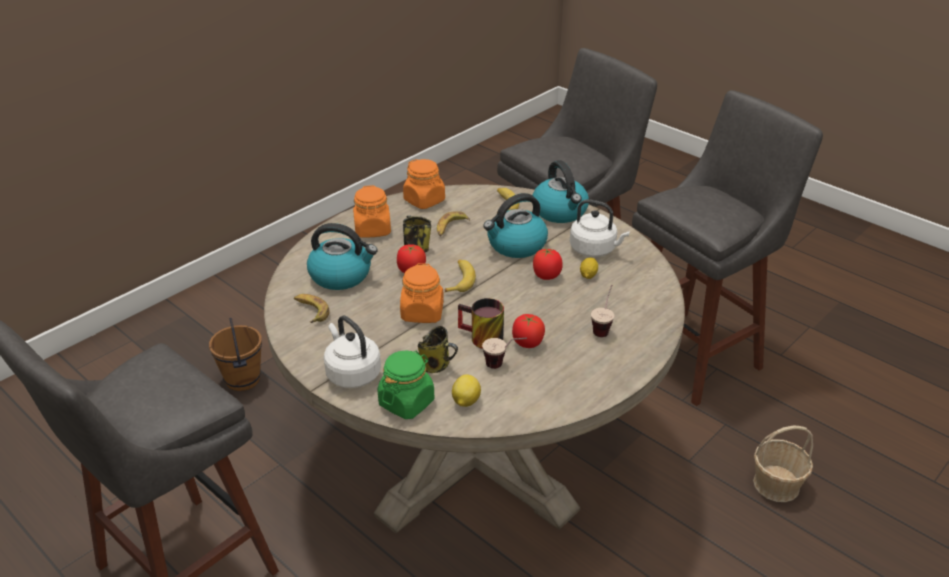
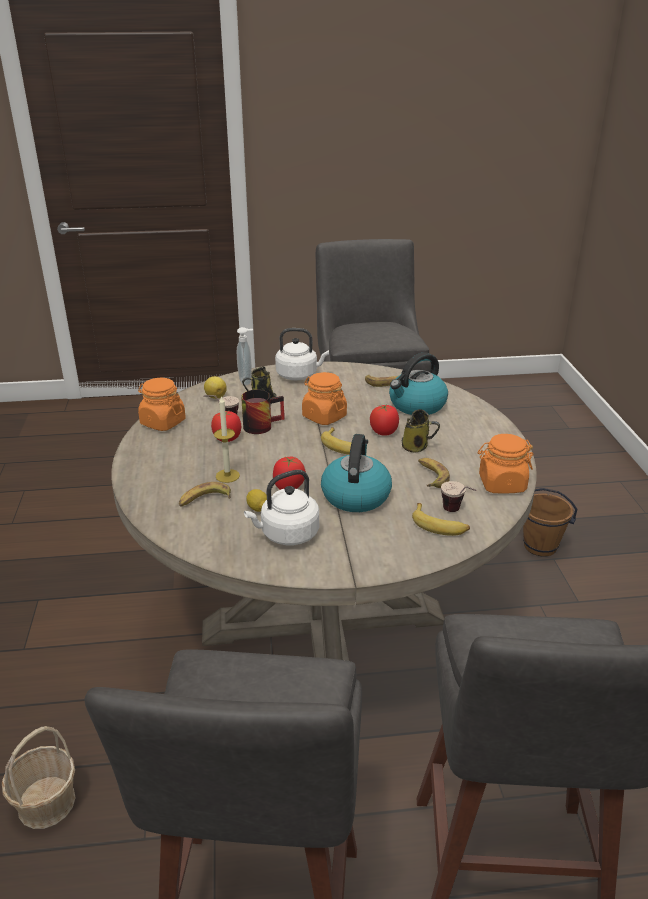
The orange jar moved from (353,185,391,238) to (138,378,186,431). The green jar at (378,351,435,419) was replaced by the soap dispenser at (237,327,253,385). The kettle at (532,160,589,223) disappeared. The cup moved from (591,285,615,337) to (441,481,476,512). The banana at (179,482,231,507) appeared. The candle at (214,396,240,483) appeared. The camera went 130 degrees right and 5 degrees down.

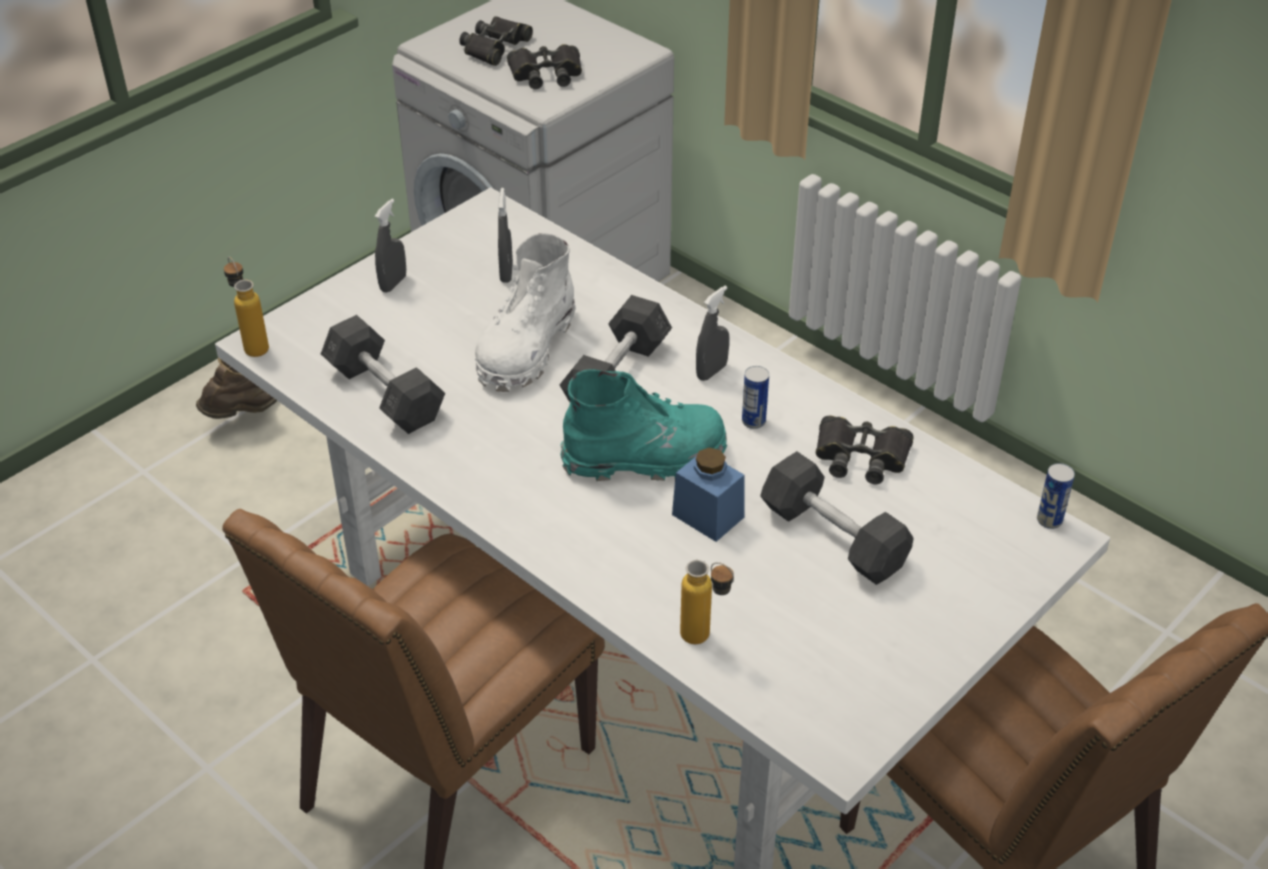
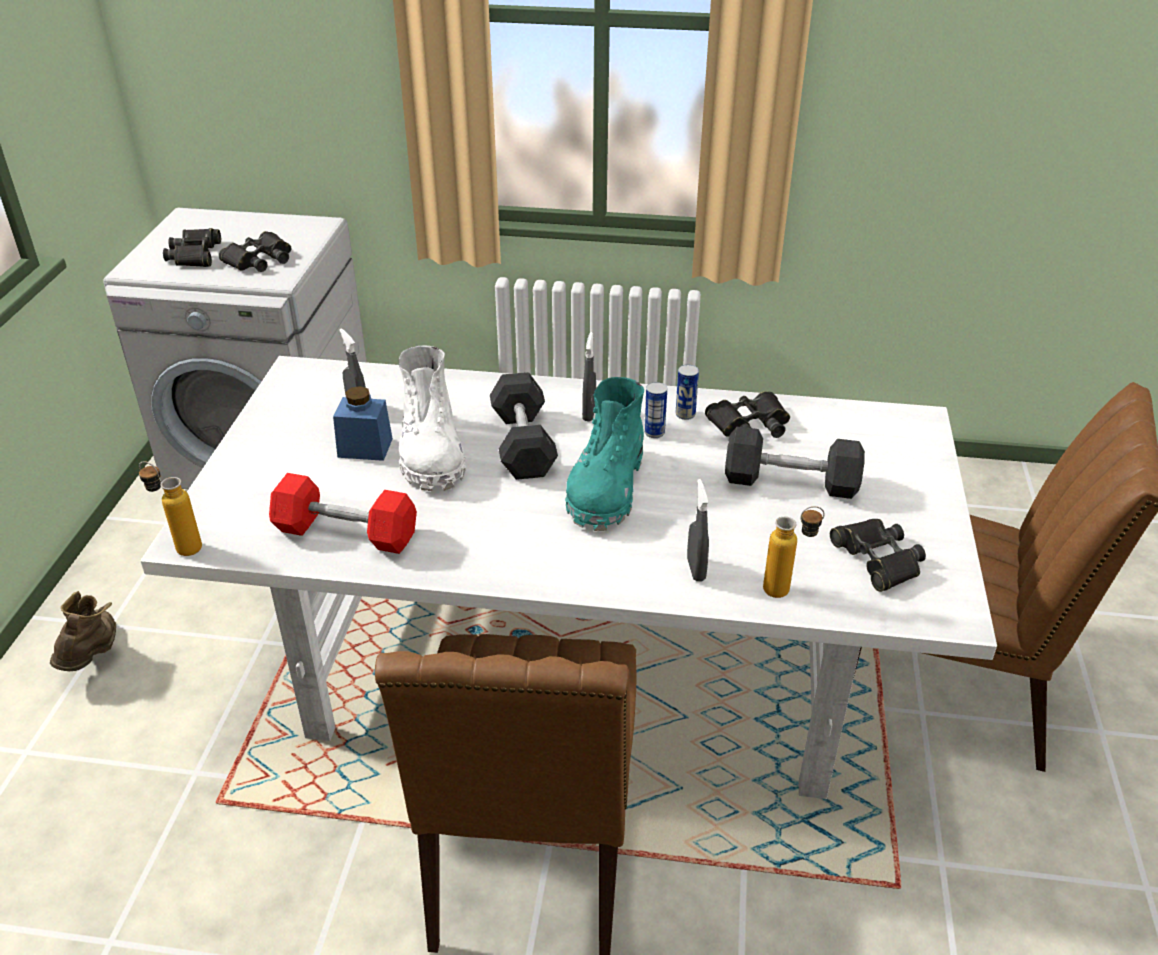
The grey dumbbell at (321,315,445,434) became the red dumbbell at (269,473,417,554). The grey spray bottle moved from (375,199,406,293) to (687,479,709,582). The turquoise boot at (560,369,727,481) turned 150 degrees clockwise. The blue jar moved from (672,447,745,542) to (333,386,393,461). The can moved from (1037,463,1075,529) to (675,364,699,420). The black binoculars at (830,519,926,592) appeared. The camera went 35 degrees left and 5 degrees down.

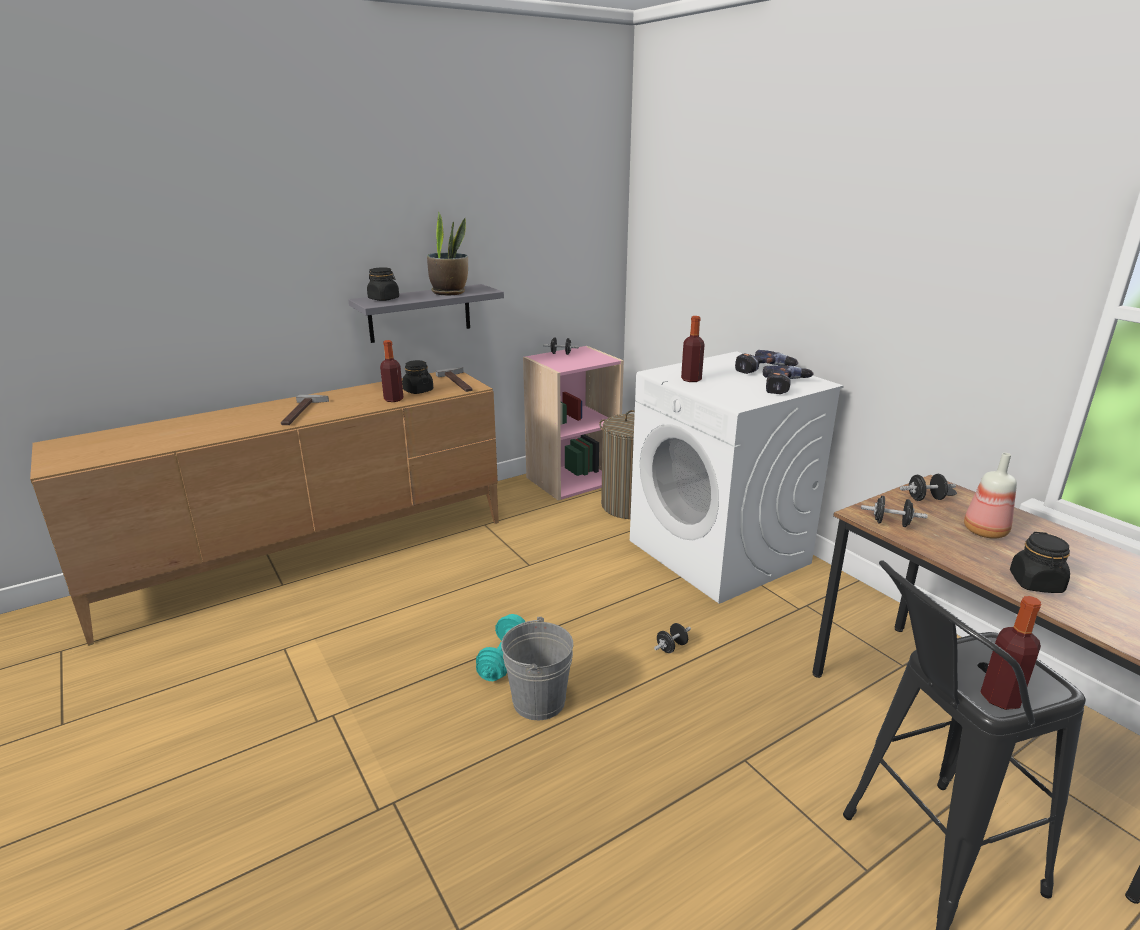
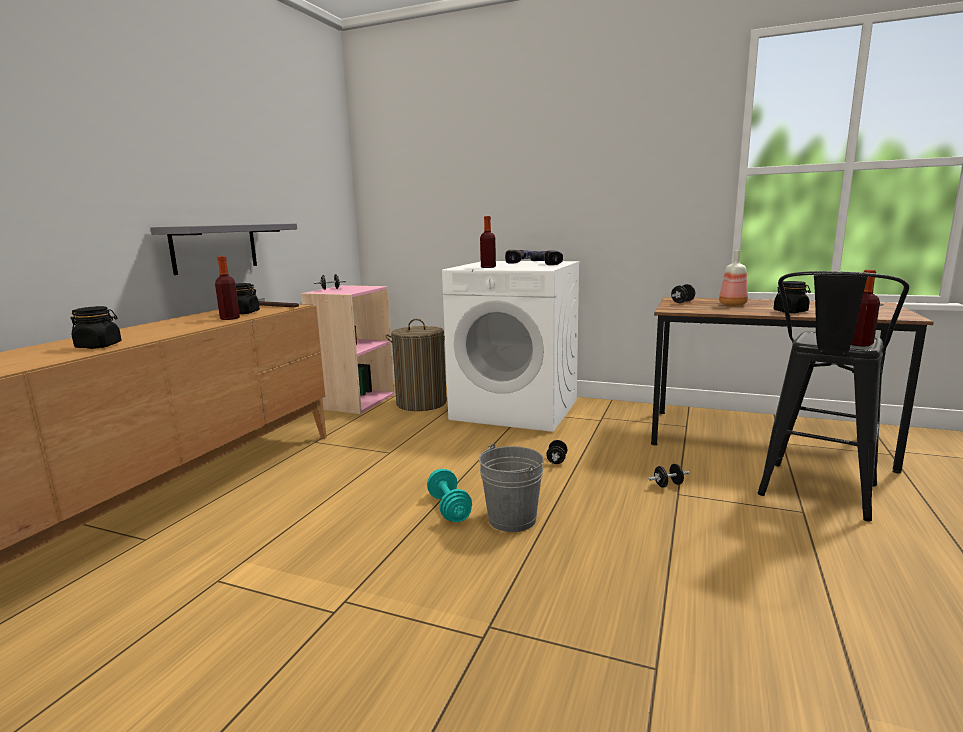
The hammer at (281,395,329,425) disappeared. The black jar moved from (367,268,399,301) to (71,306,121,349). The potted plant at (427,211,468,295) disappeared. The black dumbbell moved from (861,496,928,527) to (648,464,690,488). The camera went 35 degrees left and 10 degrees down.

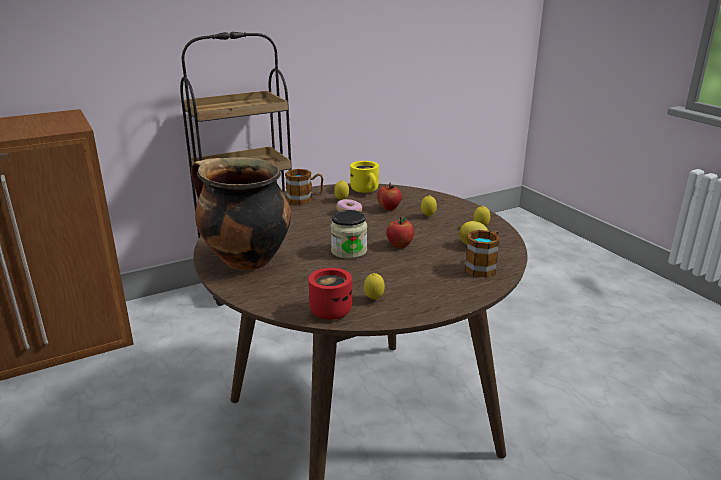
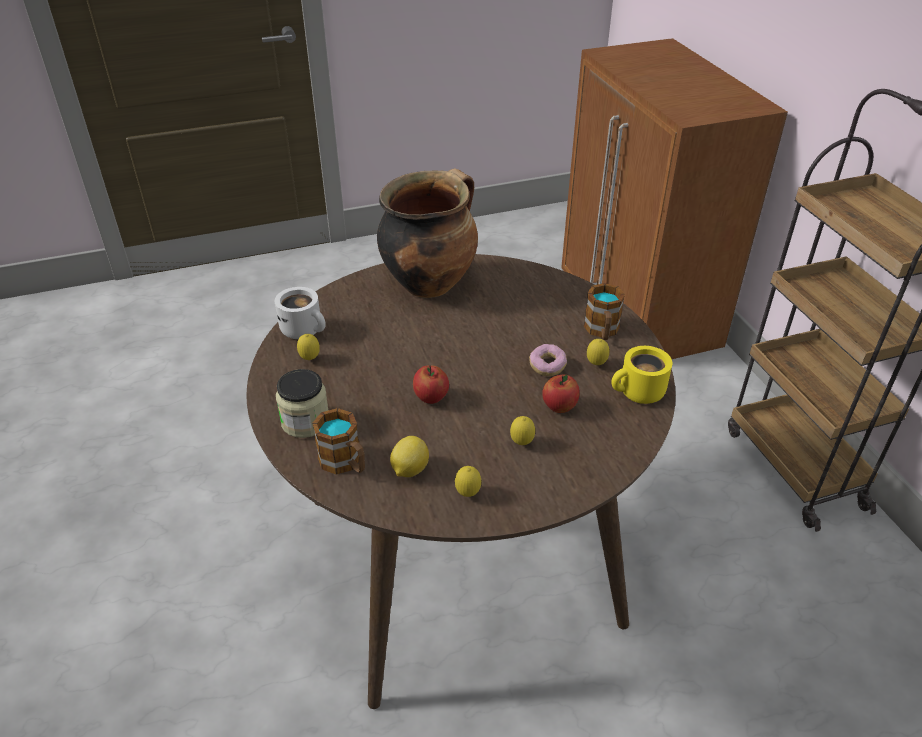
The red mug at (308,268,352,320) became the white mug at (275,287,326,339). The jar moved from (331,210,367,259) to (276,369,328,438). The camera went 100 degrees right and 15 degrees up.

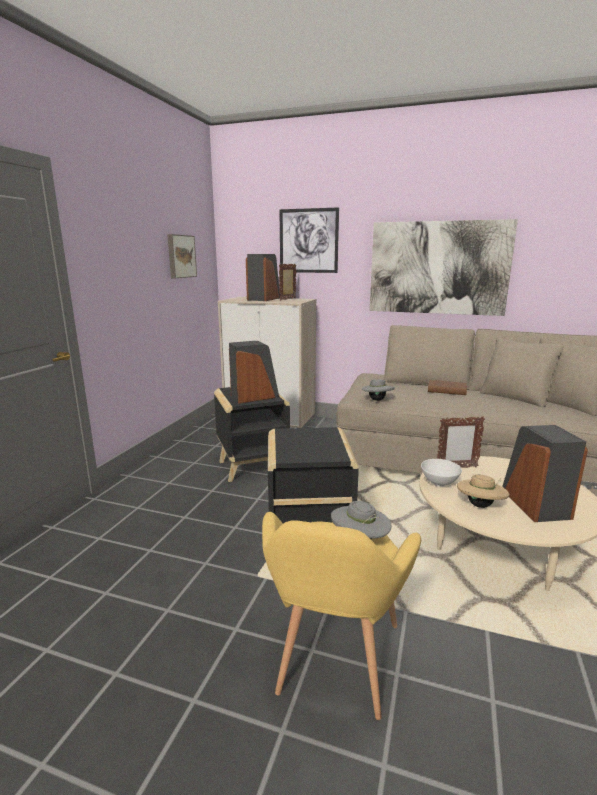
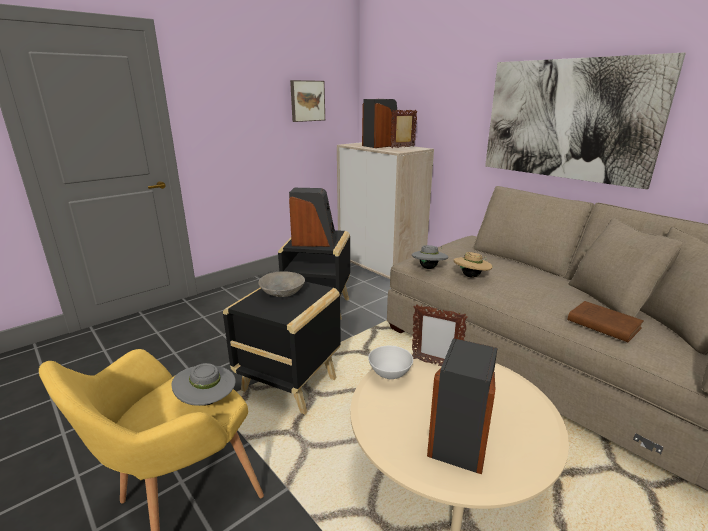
The picture at (280,207,339,273) disappeared. The brown book moved from (428,380,467,395) to (568,301,644,342). The beige hat moved from (457,474,509,508) to (453,252,493,278). The grey bowl at (258,271,305,297) appeared. The camera went 30 degrees right and 5 degrees up.

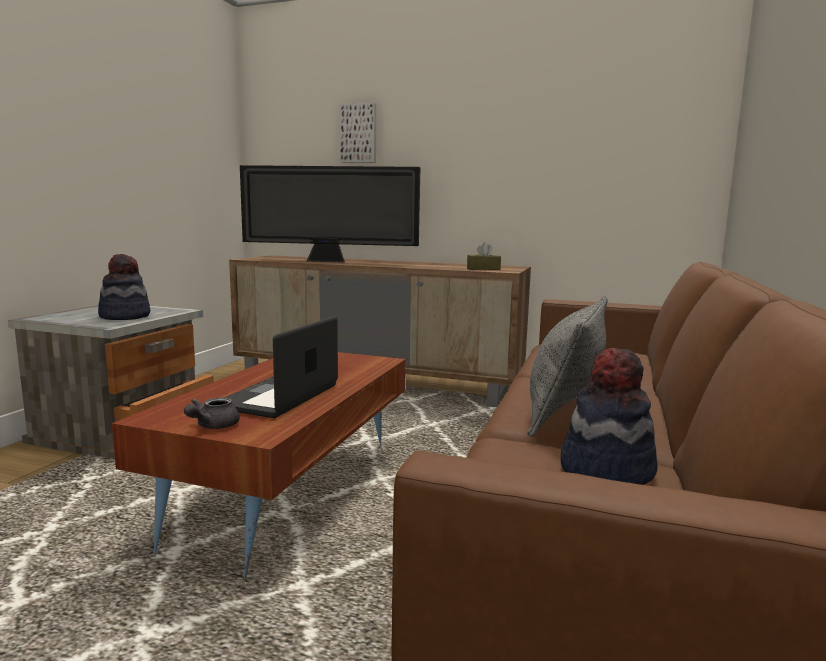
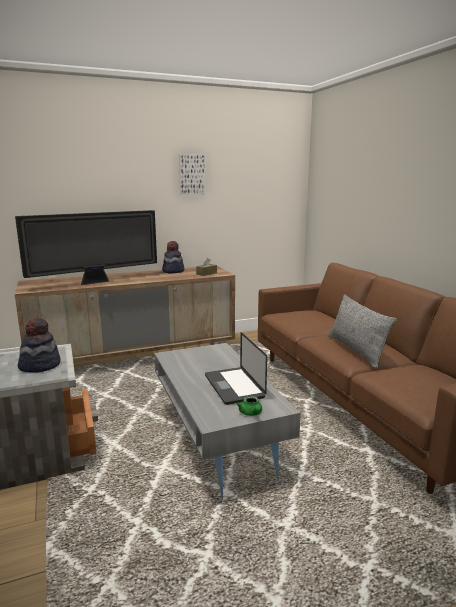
The brown coffee table at (112,352,406,580) became the grey coffee table at (154,343,301,500). The grey teapot at (184,397,240,429) became the green teapot at (236,396,262,416). The picture moved from (340,102,376,163) to (179,154,206,195). The hat moved from (561,348,658,485) to (162,241,184,273). The camera went 40 degrees left and 5 degrees up.

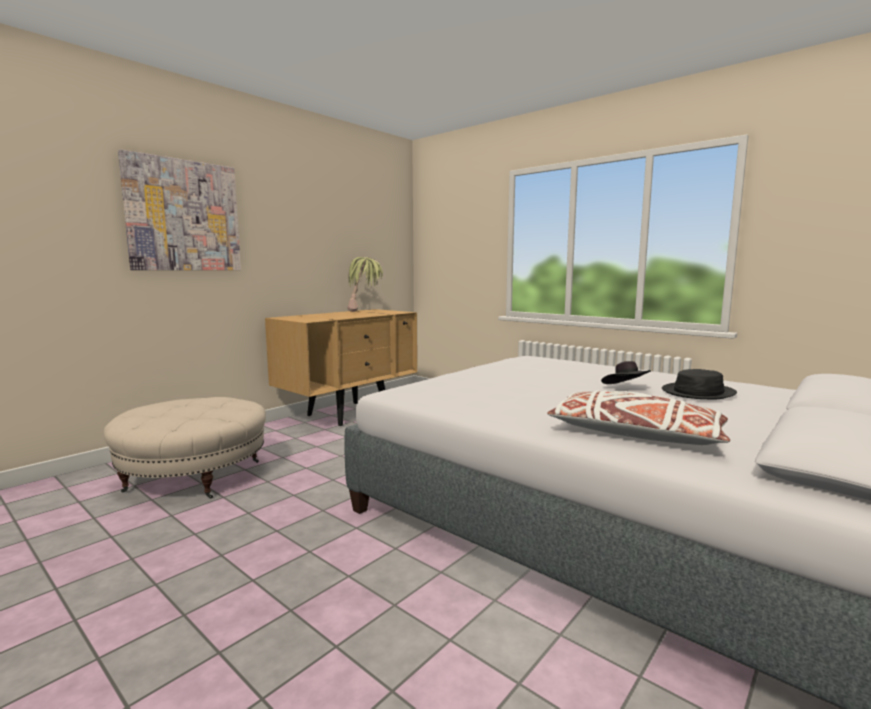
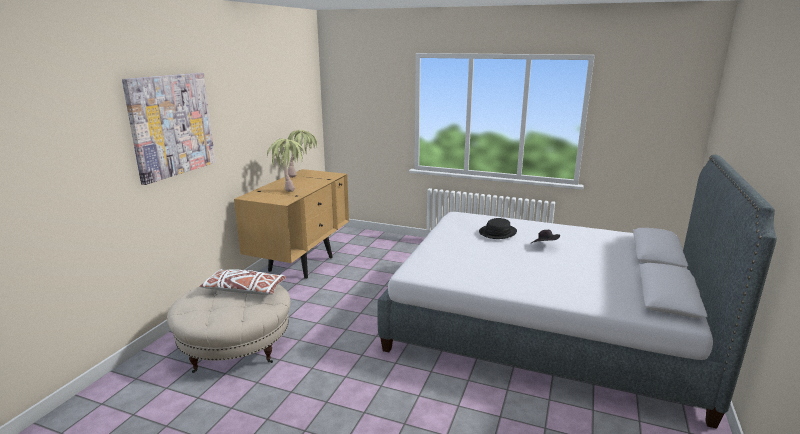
The white pillow moved from (547,391,730,445) to (199,269,286,295). The black hat moved from (662,369,737,399) to (479,218,517,239). The potted plant at (267,138,305,192) appeared. The camera went 20 degrees left and 10 degrees up.

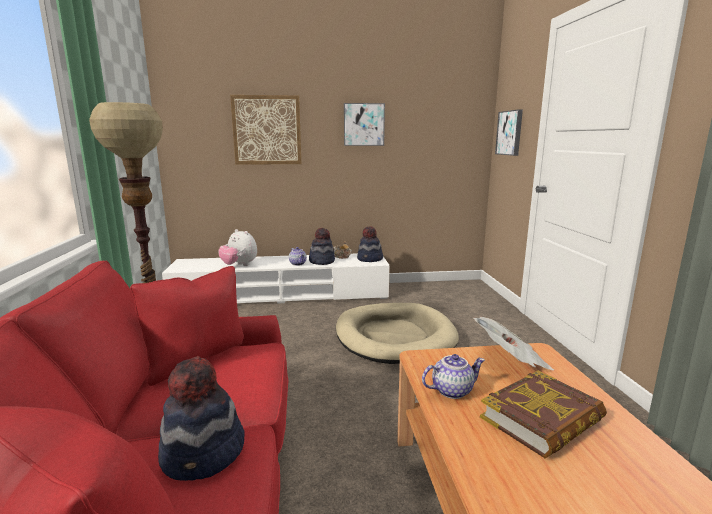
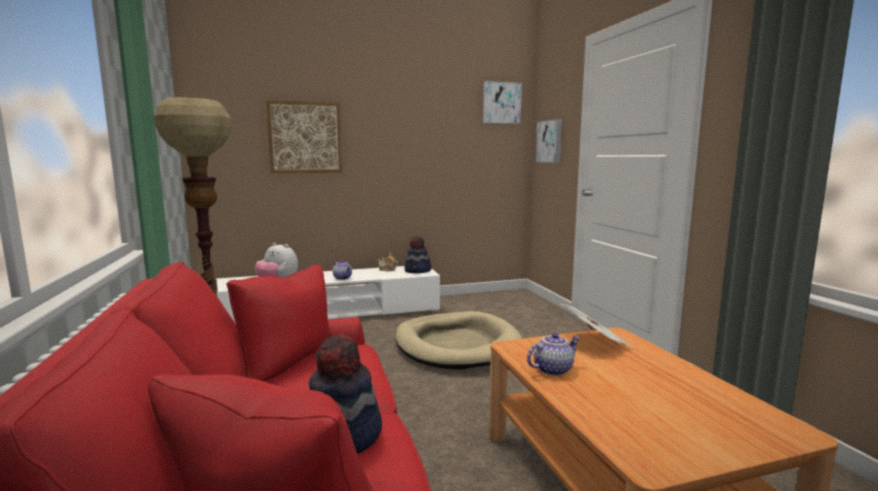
The hat at (309,228,335,265) disappeared. The picture moved from (344,103,385,146) to (483,81,522,124). The book at (480,371,607,459) disappeared. The camera went 10 degrees left and 5 degrees down.

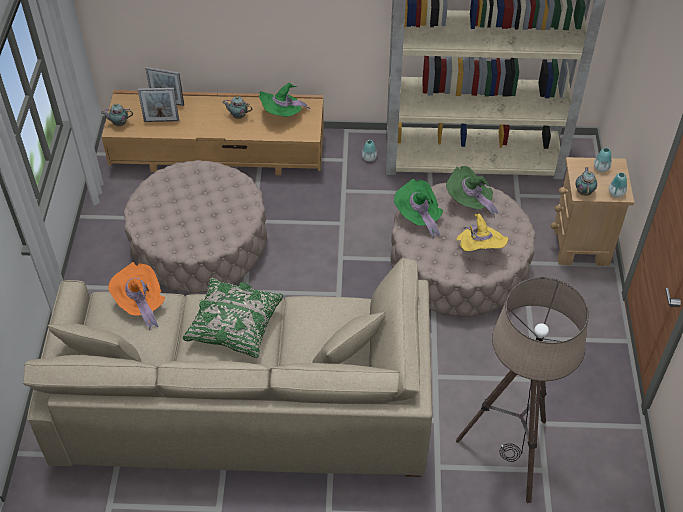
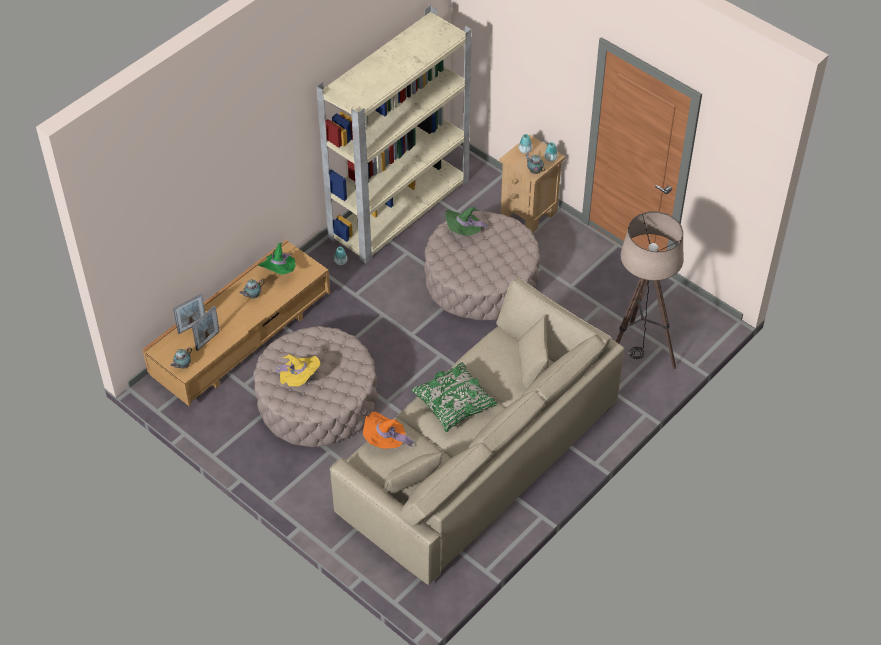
The green hat at (394,179,443,239) disappeared. The yellow hat moved from (456,213,508,251) to (273,354,320,387). The camera went 50 degrees left and 0 degrees up.

